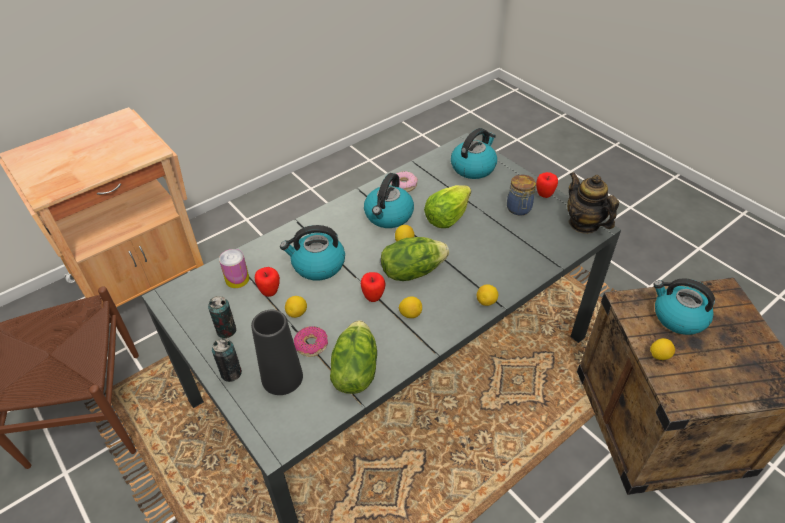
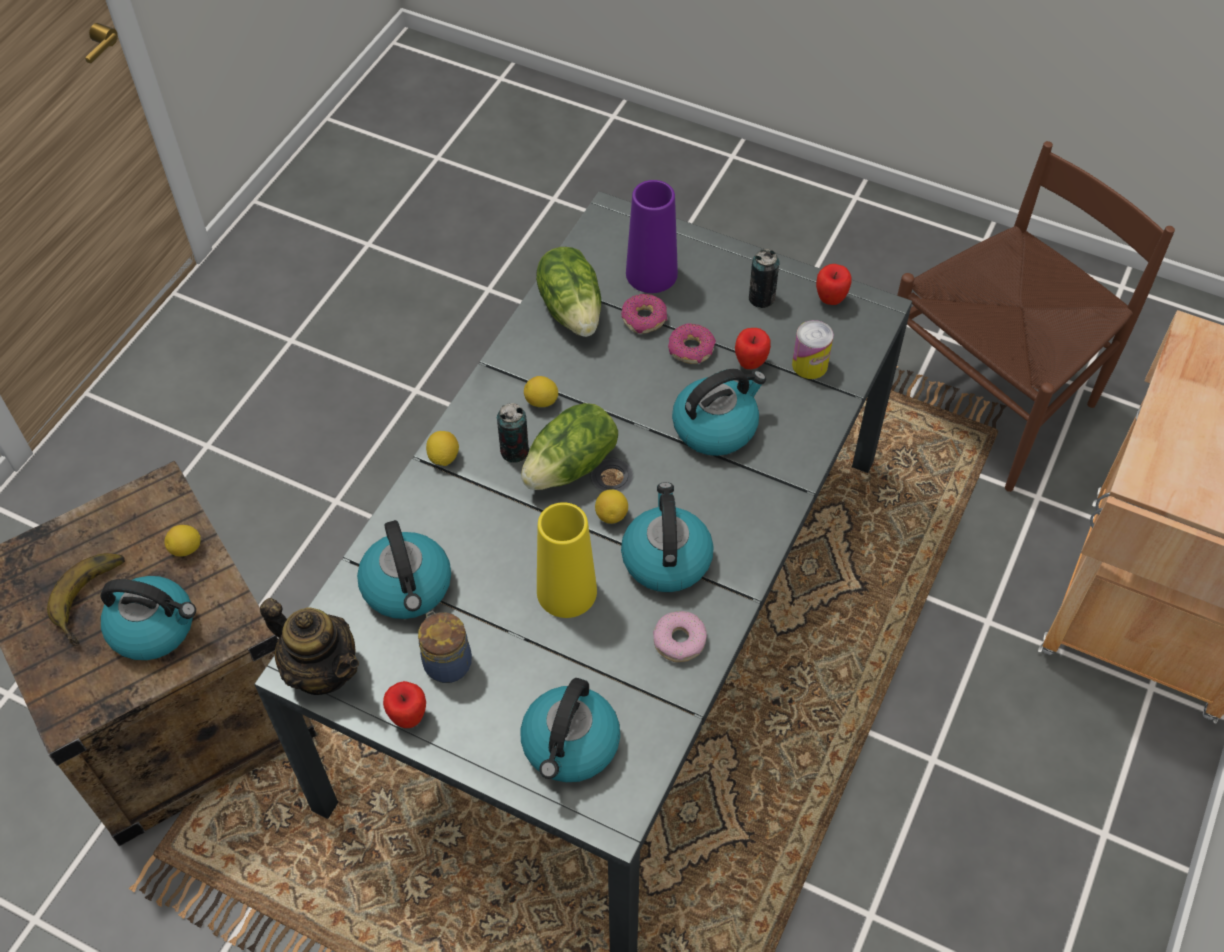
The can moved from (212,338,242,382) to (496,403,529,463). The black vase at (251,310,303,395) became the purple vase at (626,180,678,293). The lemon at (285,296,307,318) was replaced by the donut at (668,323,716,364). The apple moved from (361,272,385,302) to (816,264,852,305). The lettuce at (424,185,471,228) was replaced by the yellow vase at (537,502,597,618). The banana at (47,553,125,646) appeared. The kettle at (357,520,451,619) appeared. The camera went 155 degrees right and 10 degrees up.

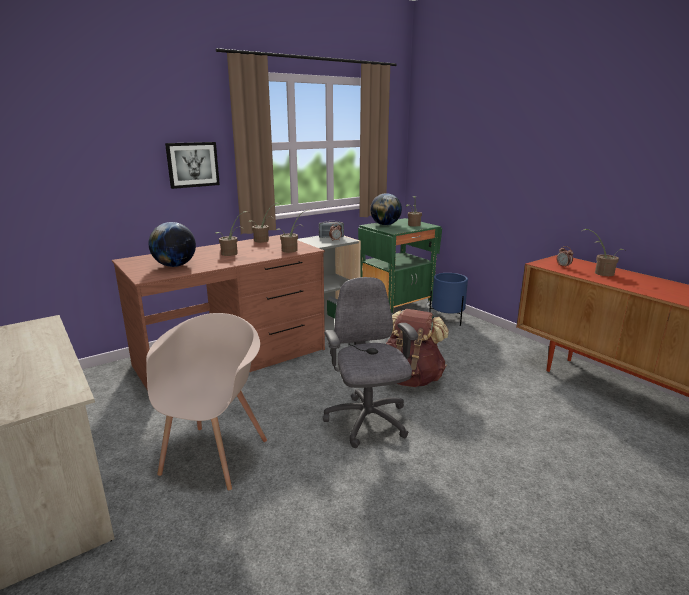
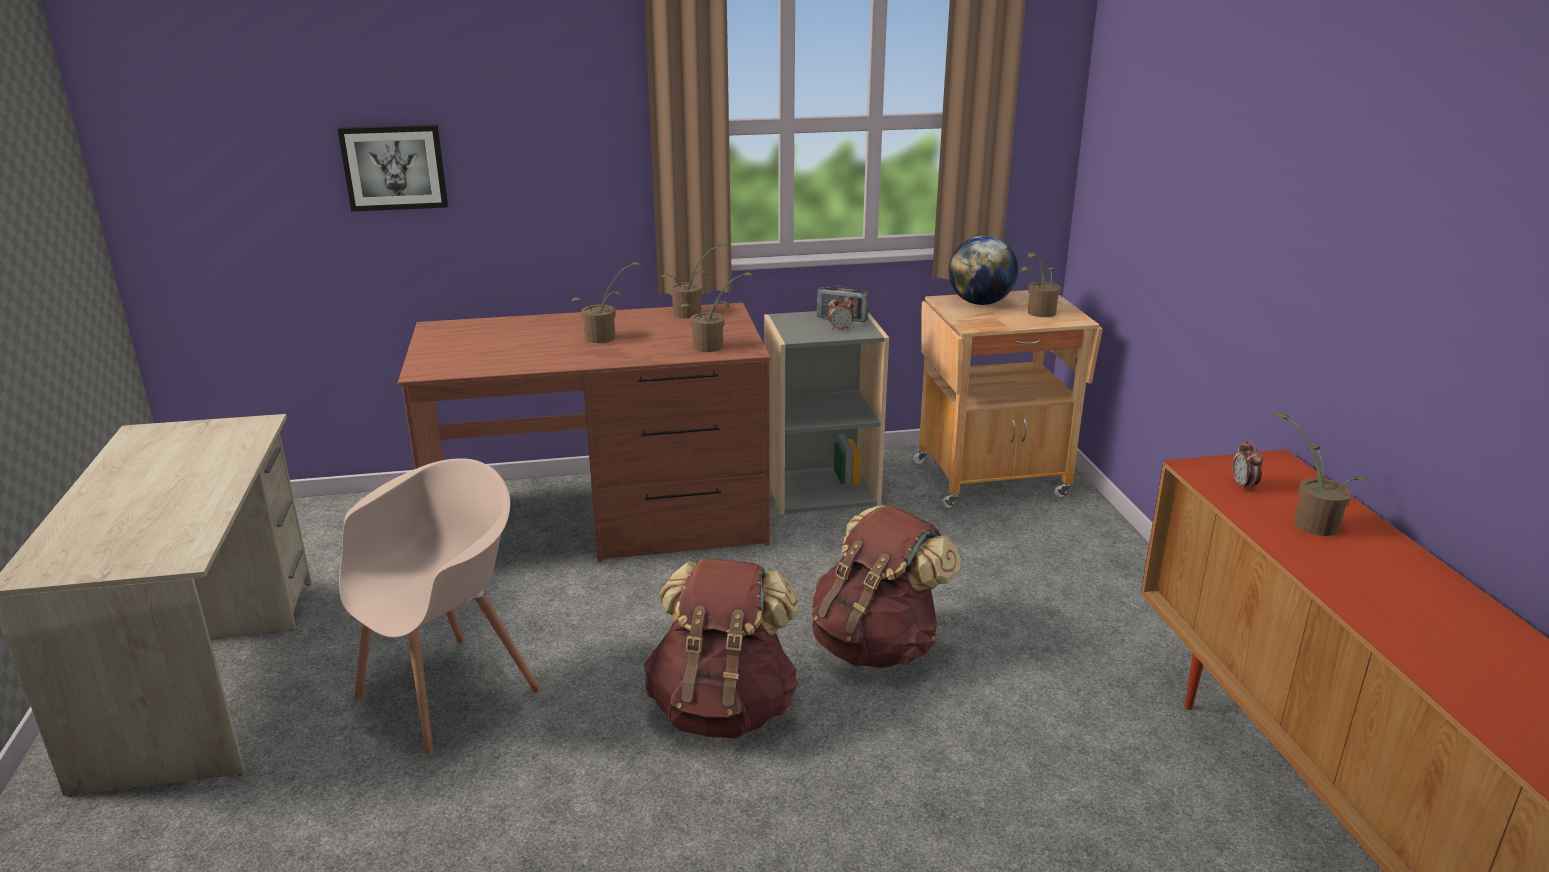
The globe at (149,222,196,267) disappeared. The picture moved from (165,142,220,189) to (338,125,448,212). The grey office chair at (323,277,418,448) was replaced by the brown backpack at (644,558,800,738). The green cart at (358,218,442,315) became the brown cart at (913,290,1103,508). The blue planter at (429,273,468,326) disappeared. The camera went 25 degrees right and 5 degrees up.

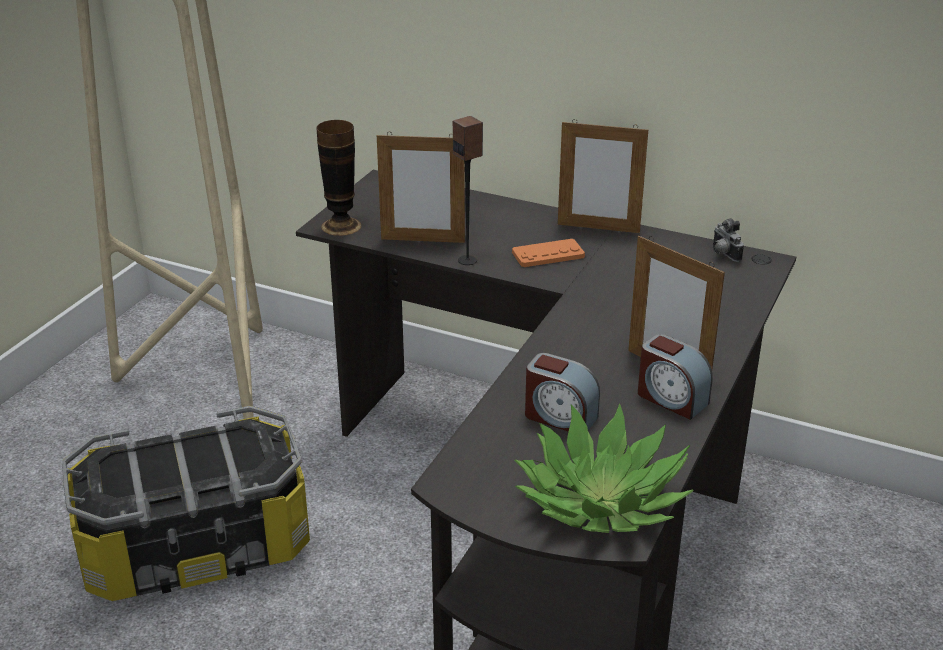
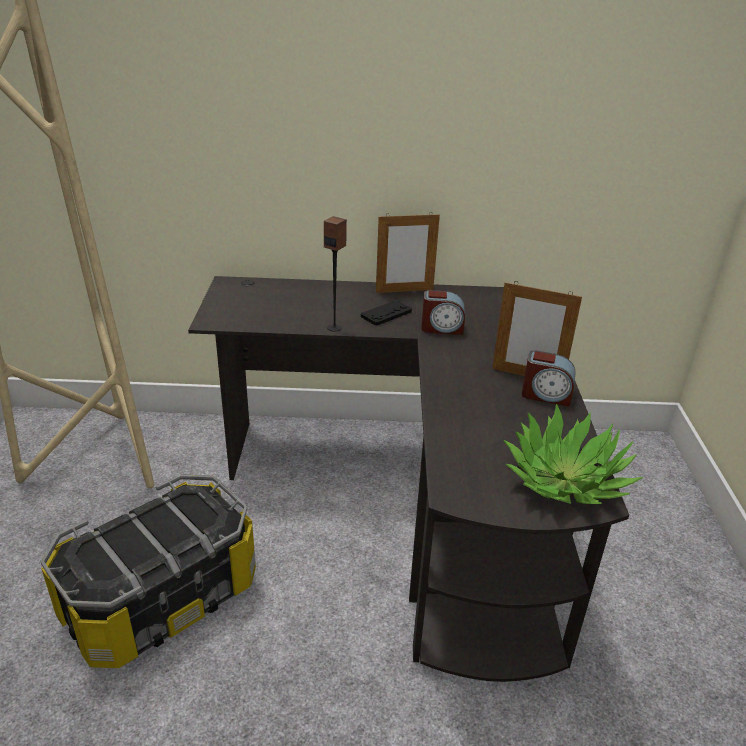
The vase at (316,120,362,236) disappeared. The picture frame at (377,132,465,243) disappeared. The orange game controller at (512,239,585,267) became the black game controller at (361,300,412,325). The alarm clock moved from (525,353,600,432) to (421,290,465,335). The photo camera at (713,218,744,262) disappeared. The camera went 25 degrees left and 0 degrees up.

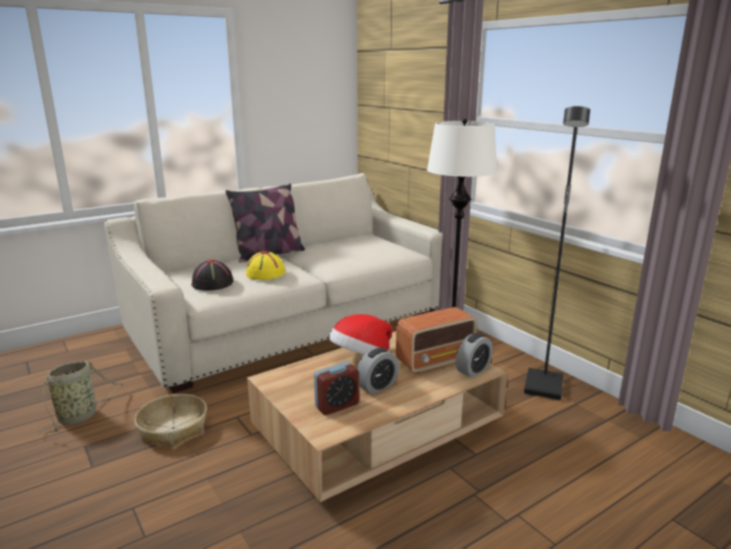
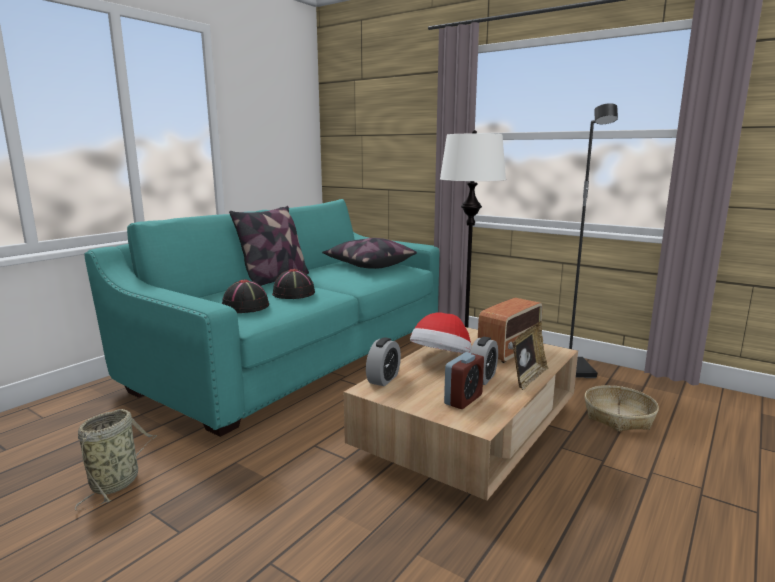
The beige sofa at (104,173,442,393) became the turquoise sofa at (84,199,439,437). The basket moved from (134,394,207,447) to (584,385,659,432). The yellow hat at (246,251,285,280) became the black hat at (272,269,315,299). The alarm clock moved from (456,333,493,378) to (366,337,401,386). The pillow at (322,238,417,269) appeared. The picture frame at (512,321,548,390) appeared. The camera went 20 degrees left and 5 degrees down.

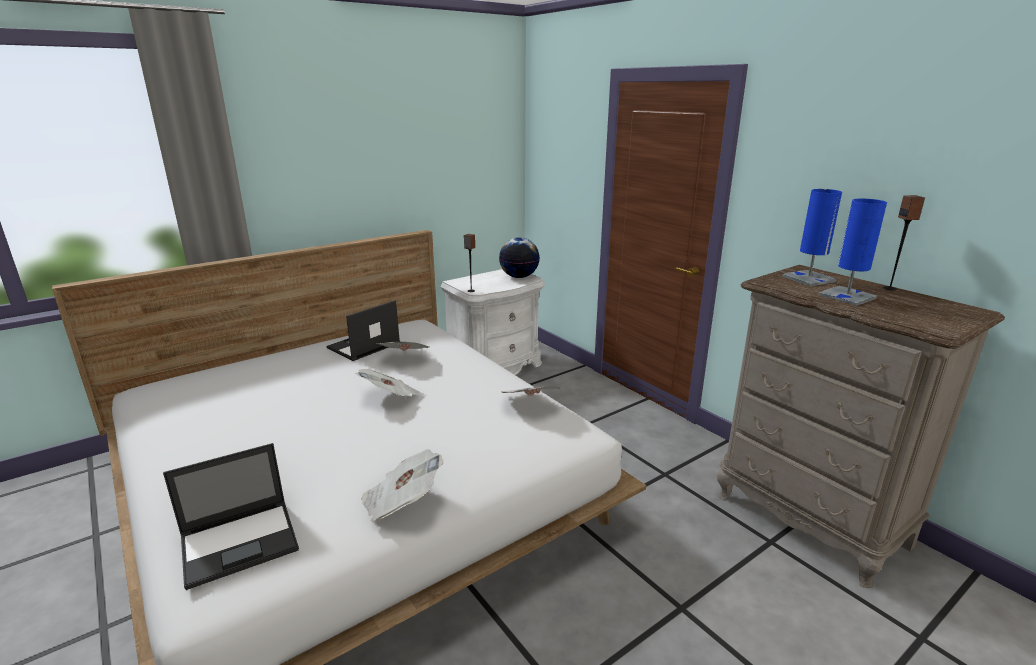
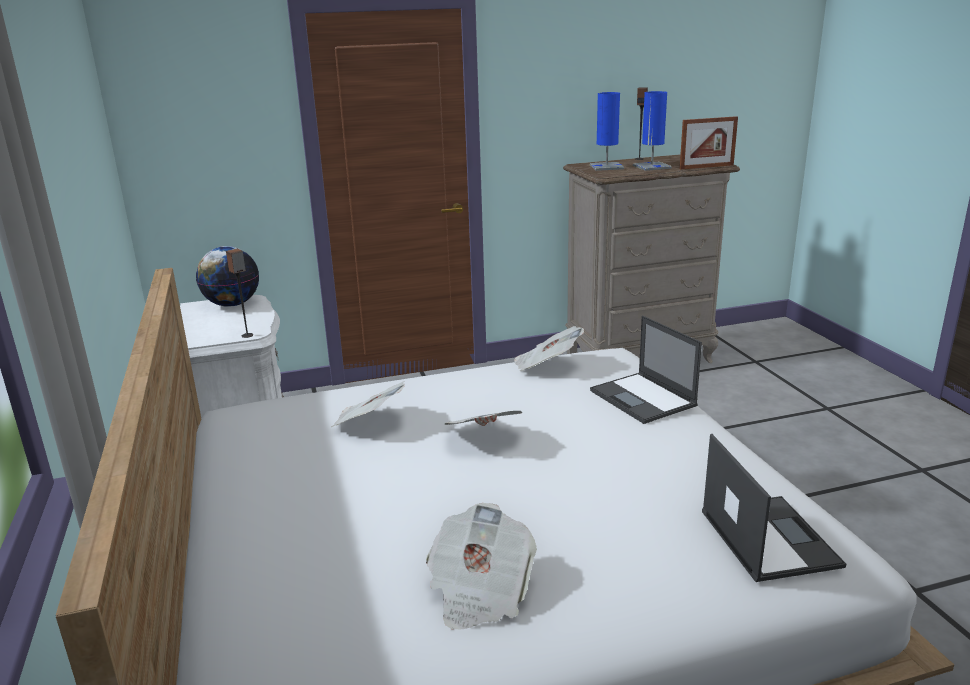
The laptop moved from (326,300,400,361) to (590,316,702,424). The newspaper moved from (361,449,443,522) to (426,503,537,630). The picture frame at (680,116,738,169) appeared. The camera went 70 degrees left and 0 degrees up.

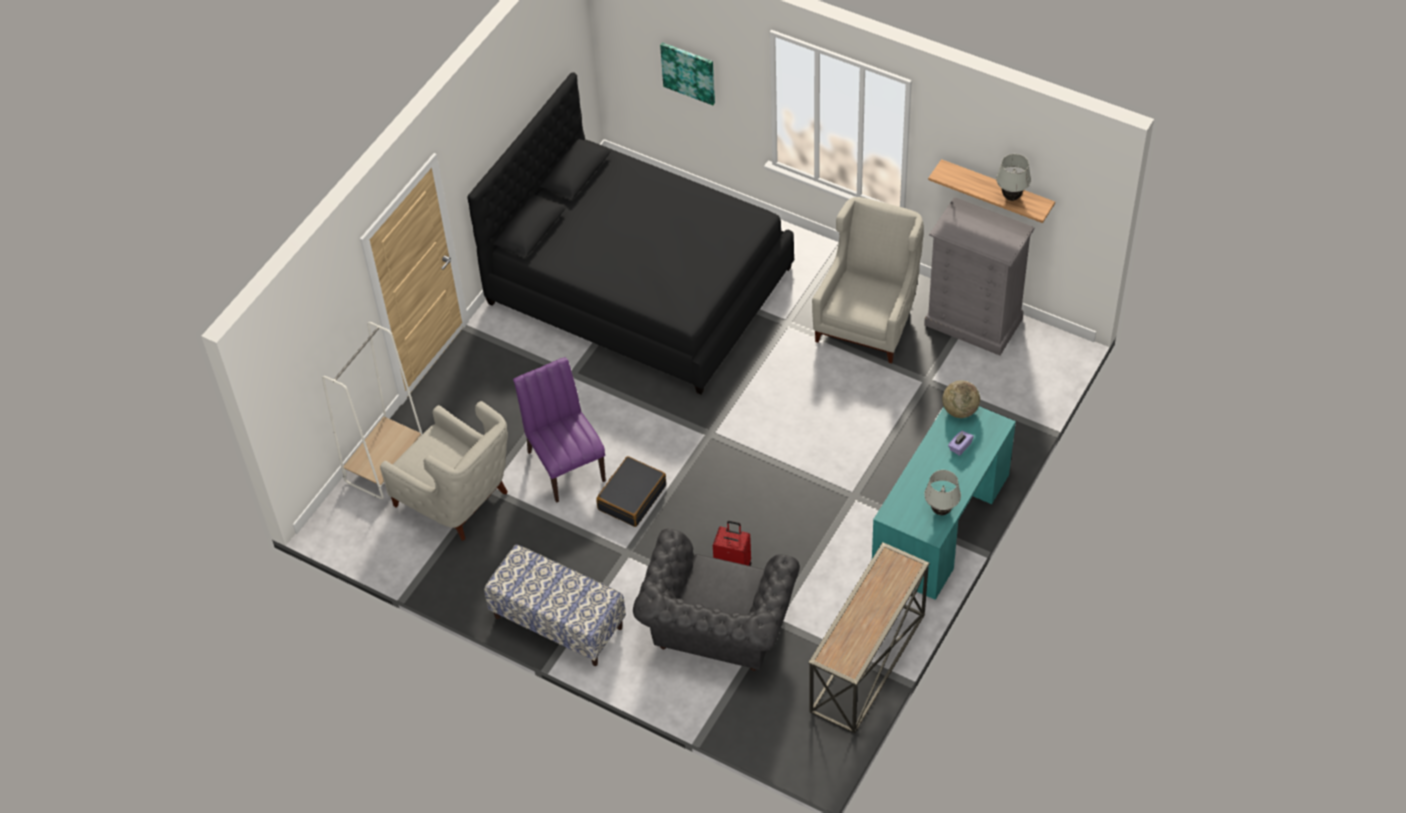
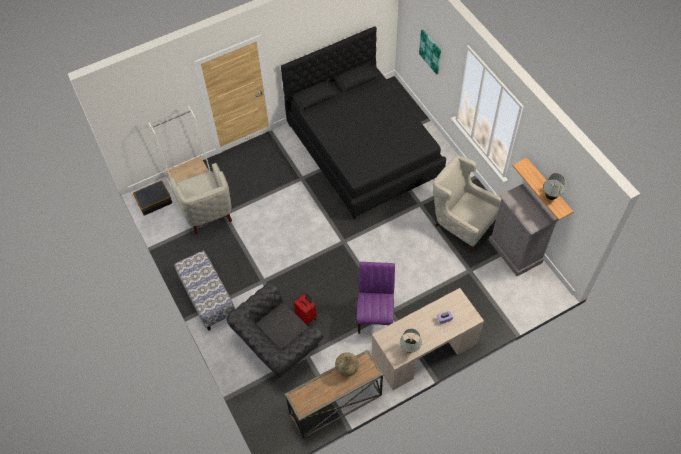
The purple chair moved from (513,357,606,503) to (357,262,395,334). The black suitcase moved from (596,456,666,527) to (133,180,172,216). The beige armchair at (812,197,924,363) turned 105 degrees counterclockwise. The turquoise desk at (872,406,1016,600) became the beige desk at (372,288,484,390). The globe moved from (942,380,980,418) to (335,352,359,376). The camera went 30 degrees right and 5 degrees up.

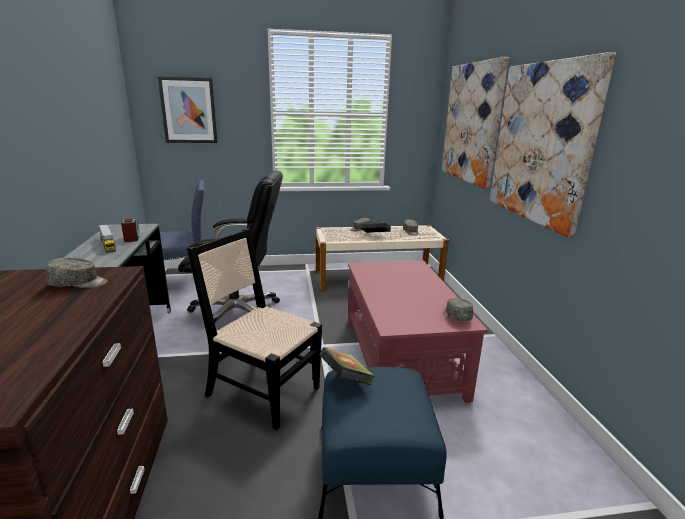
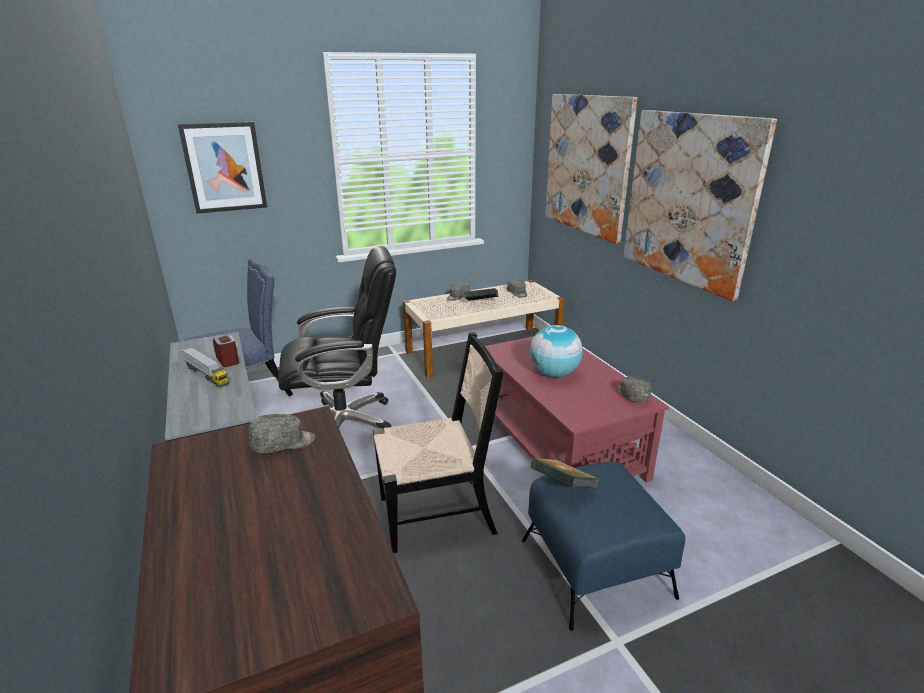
The chair at (187,229,322,430) turned 150 degrees clockwise. The globe at (530,325,583,377) appeared. The camera went 15 degrees left and 5 degrees up.

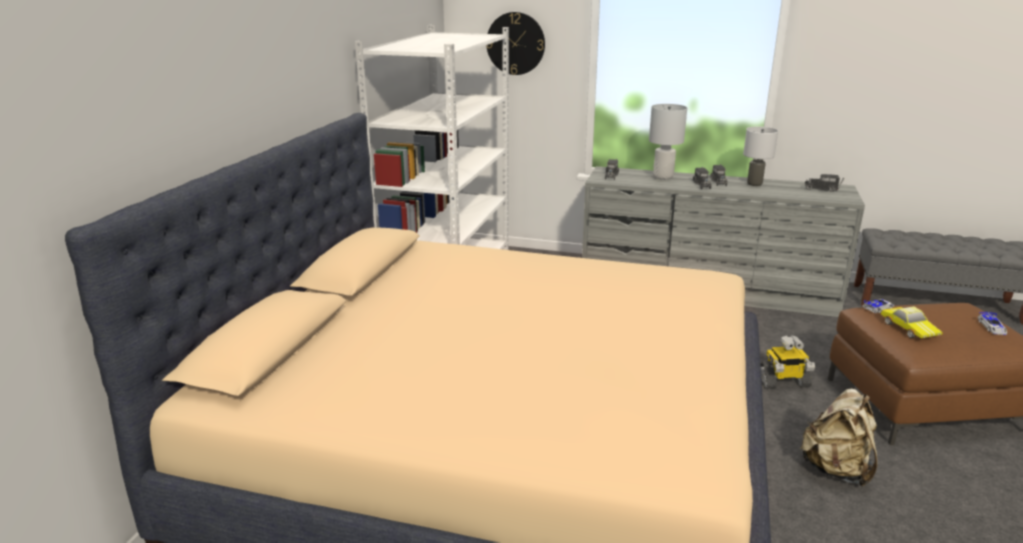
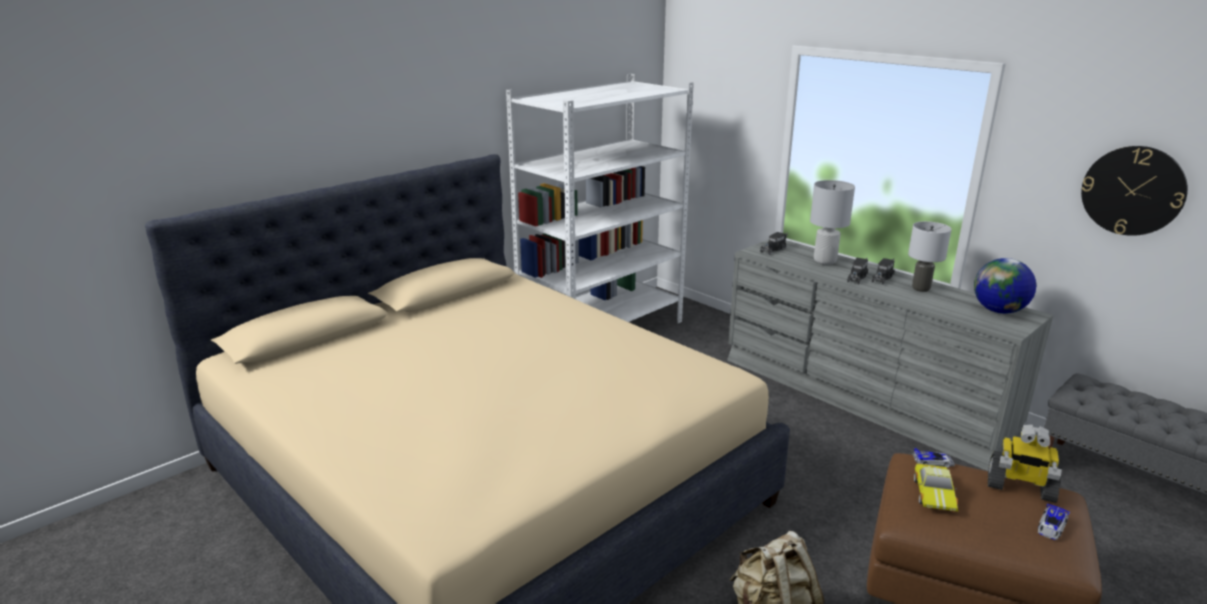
The wall clock moved from (486,12,545,75) to (1081,146,1188,236). The toy robot moved from (761,335,815,389) to (988,424,1062,503). The toy truck at (805,174,844,192) was replaced by the globe at (974,258,1036,314). The camera went 30 degrees right and 0 degrees up.

